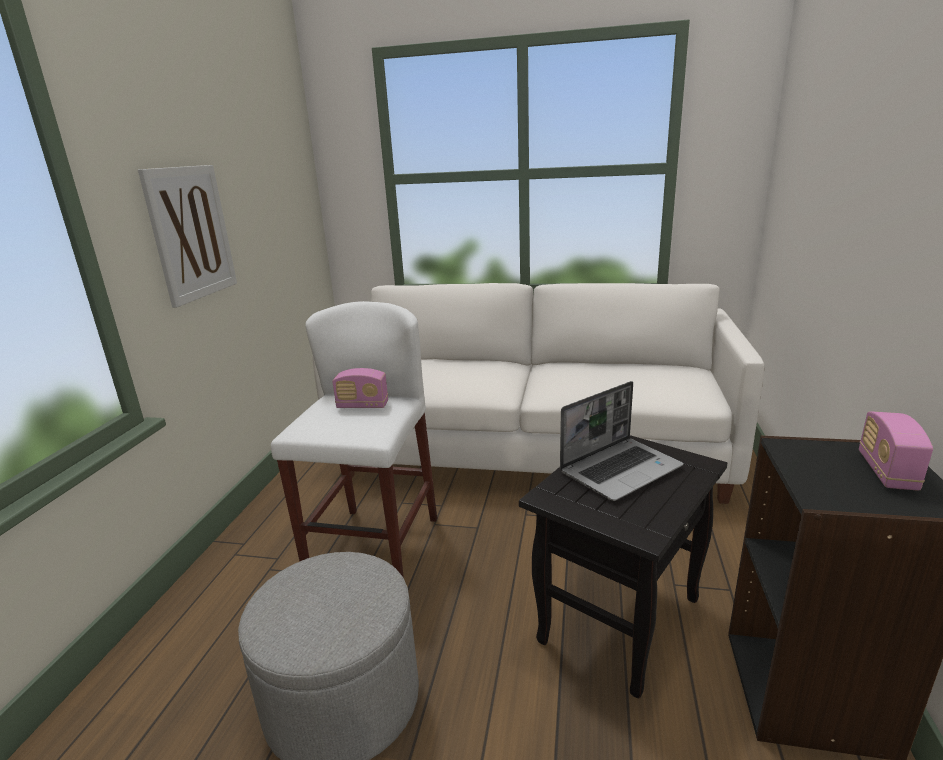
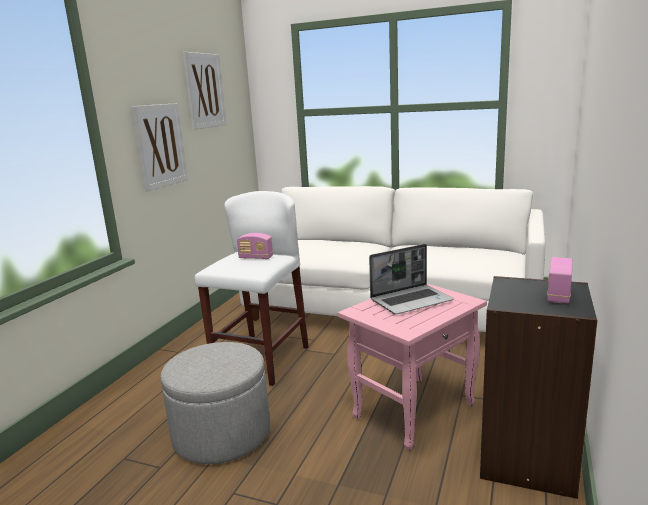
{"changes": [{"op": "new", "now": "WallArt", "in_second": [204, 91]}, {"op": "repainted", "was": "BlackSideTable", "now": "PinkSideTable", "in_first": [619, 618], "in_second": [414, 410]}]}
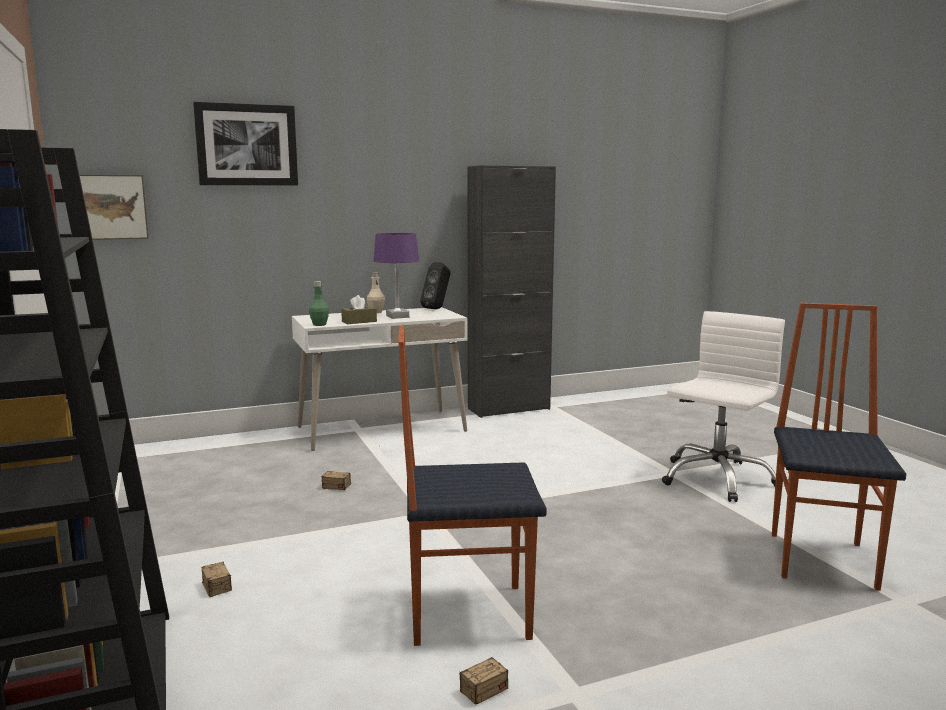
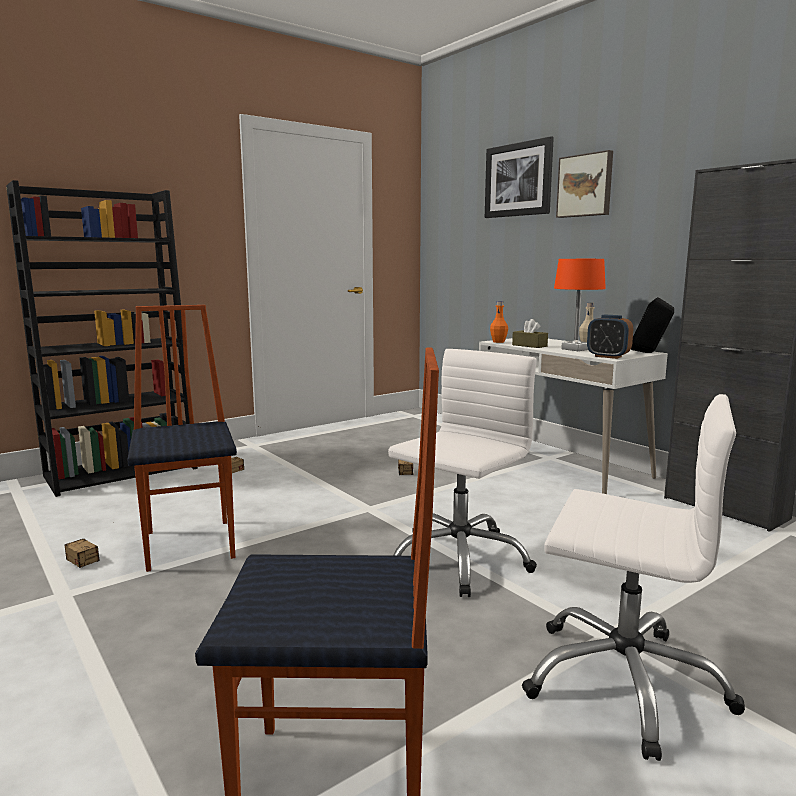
{"changes": [{"op": "new", "now": "WhitishDeskChair", "in_second": [459, 559]}, {"op": "repainted", "was": "GreenColouredBottle", "now": "OrangeBottle", "in_first": [319, 324], "in_second": [498, 342]}, {"op": "repainted", "was": "PurplishLampForATable", "now": "OrangeLampForATable", "in_first": [397, 316], "in_second": [575, 349]}, {"op": "shifted", "was": "WallArt", "in_first": [111, 207], "in_second": [585, 185]}, {"op": "new", "now": "BedsideClock", "in_second": [608, 356]}]}
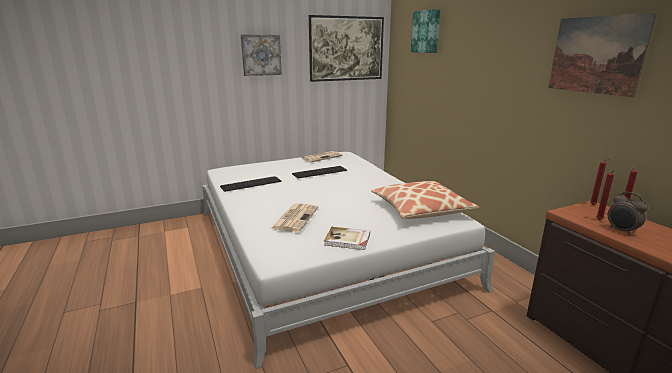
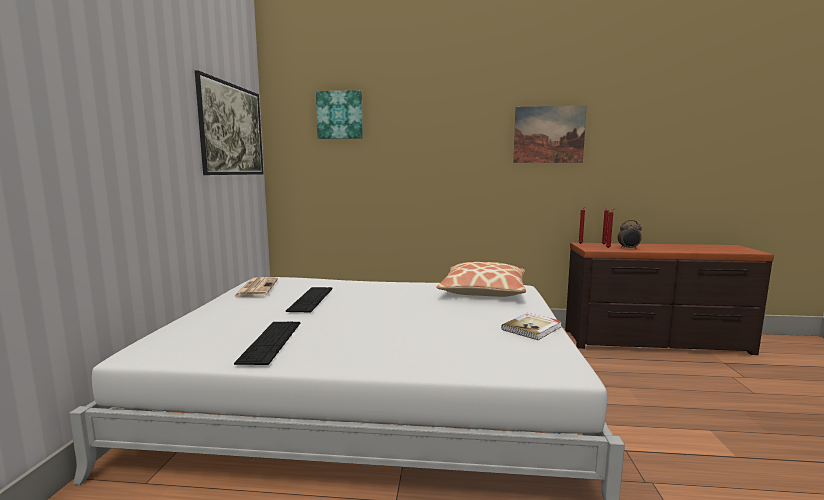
{"changes": [{"op": "gone", "was": "WallArt", "in_first": [261, 55]}, {"op": "gone", "was": "DailyPaper", "in_first": [295, 217]}]}
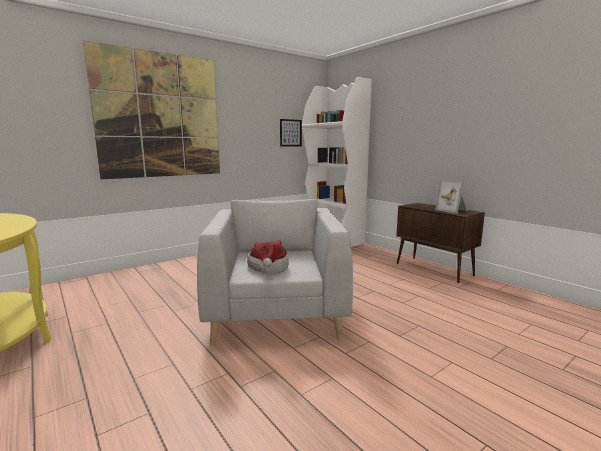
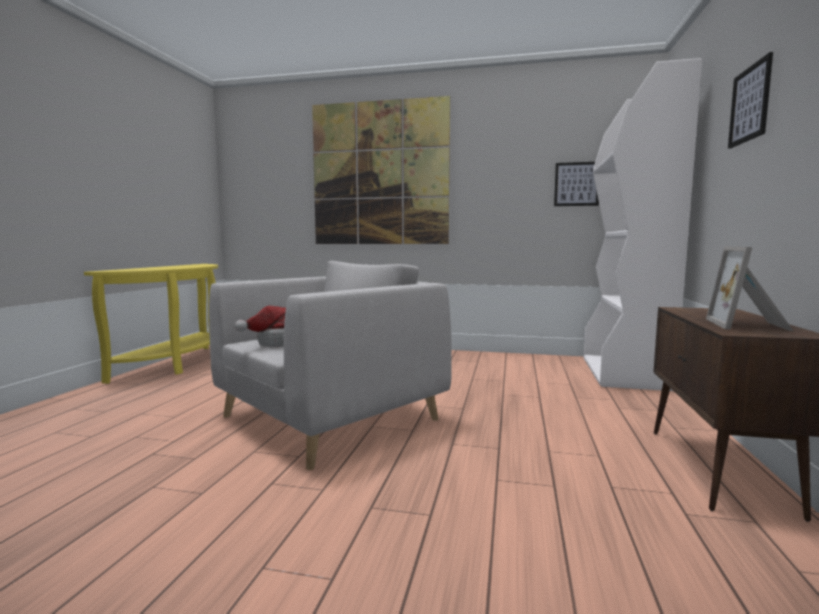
{"changes": [{"op": "new", "now": "WallArt", "in_second": [750, 104]}]}
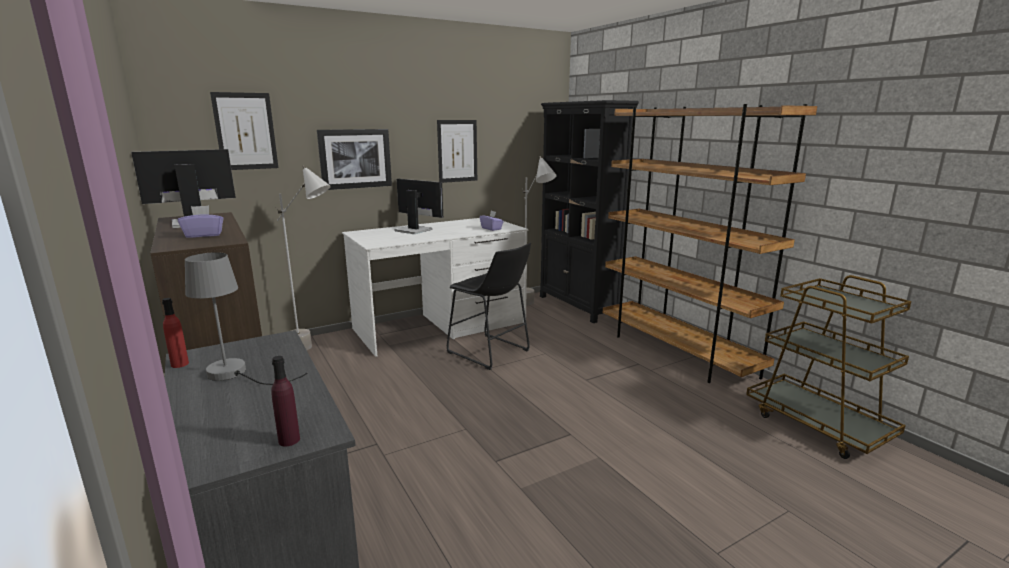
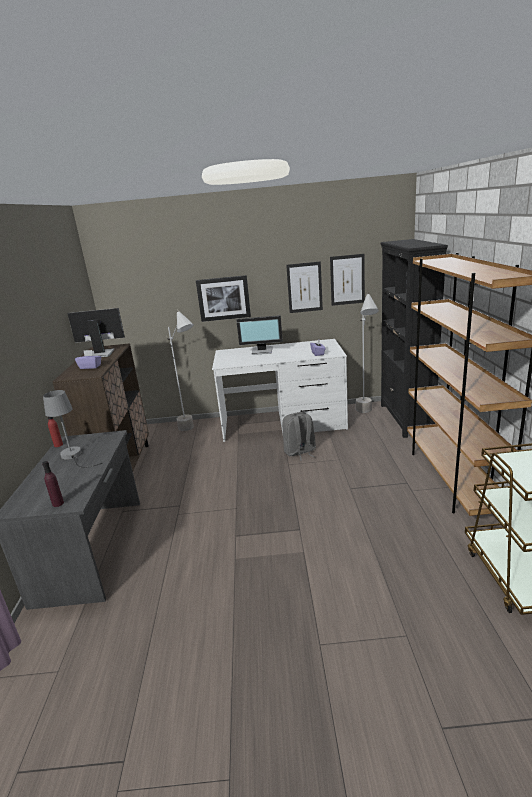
{"changes": [{"op": "rotated", "was": "ComputerDisplay", "in_first": [414, 230], "in_second": [262, 351], "clockwise": 120}, {"op": "swapped", "was": "BlackSittingStool", "now": "GrayRucksack", "in_first": [491, 353], "in_second": [300, 452]}, {"op": "shifted", "was": "WallArt", "in_first": [245, 131], "in_second": [347, 280]}]}
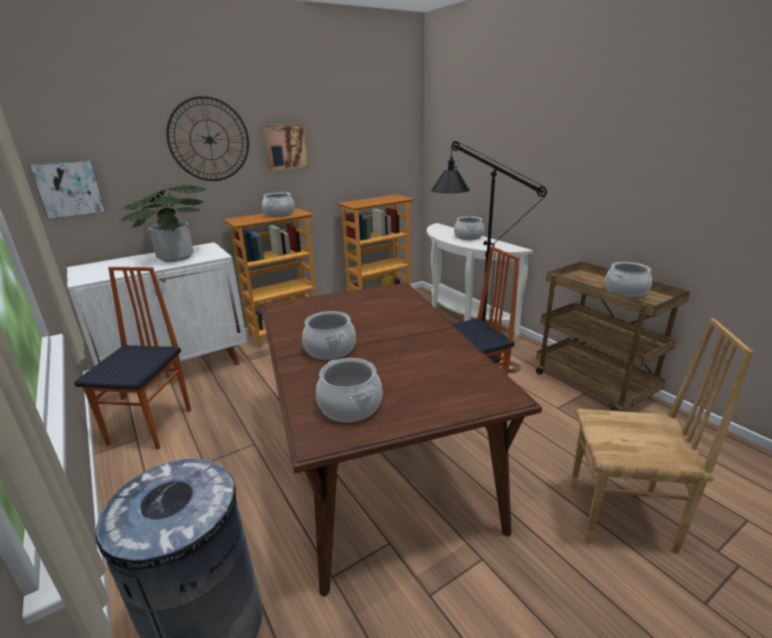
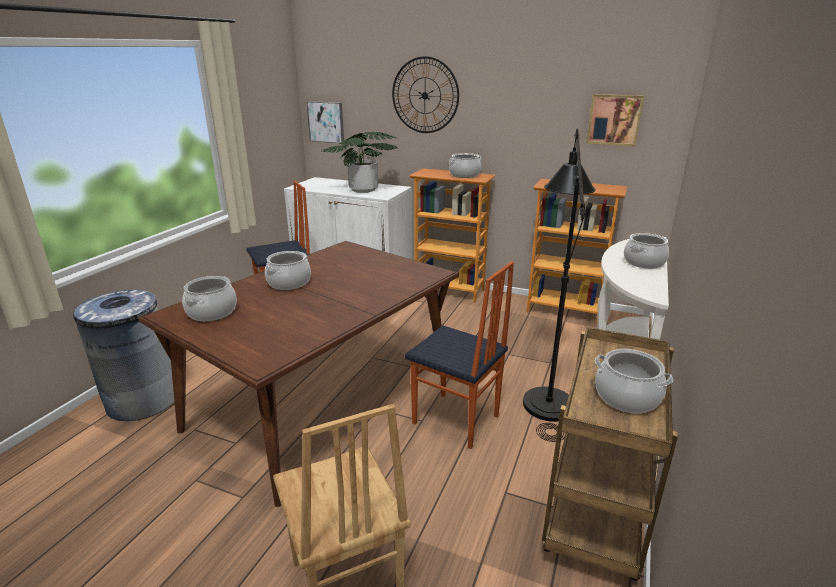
{"changes": [{"op": "shifted", "was": "WallArt", "in_first": [285, 147], "in_second": [614, 119]}]}
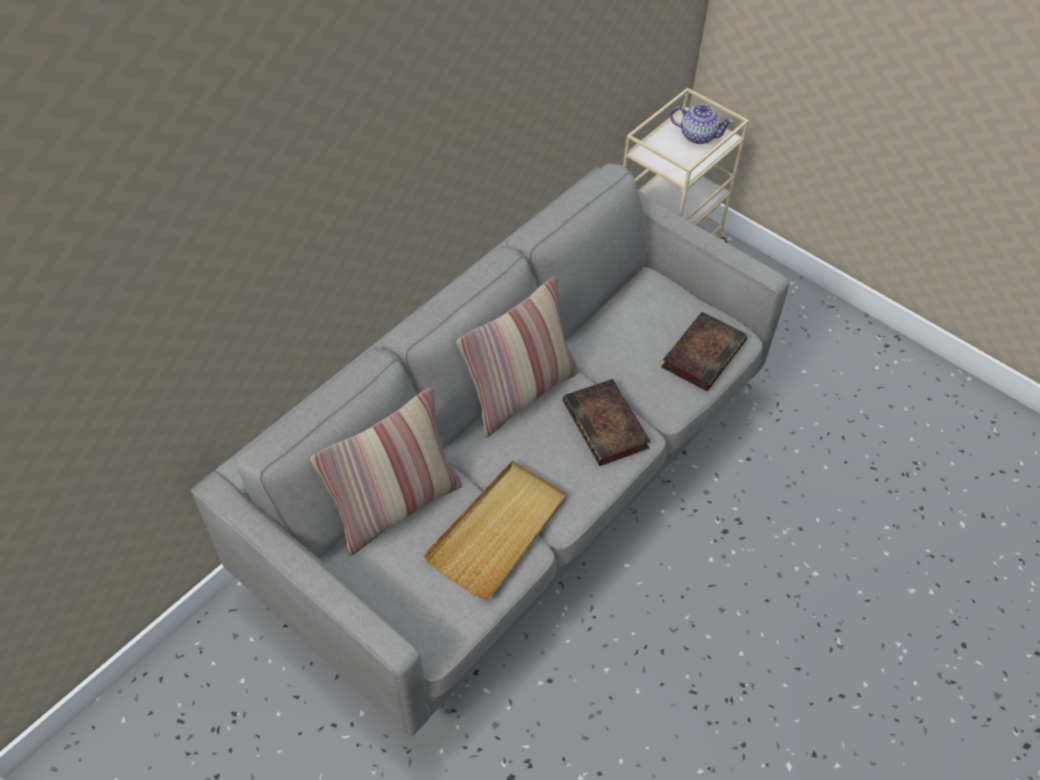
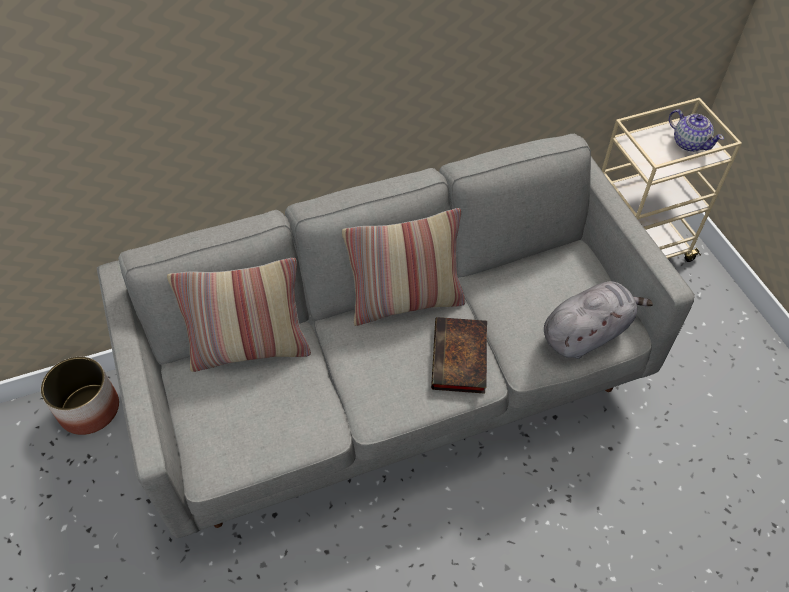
{"changes": [{"op": "new", "now": "PlantPot", "in_second": [90, 409]}, {"op": "swapped", "was": "Book", "now": "GrayPlushToy", "in_first": [703, 353], "in_second": [587, 333]}, {"op": "gone", "was": "BeigeTray", "in_first": [499, 531]}]}
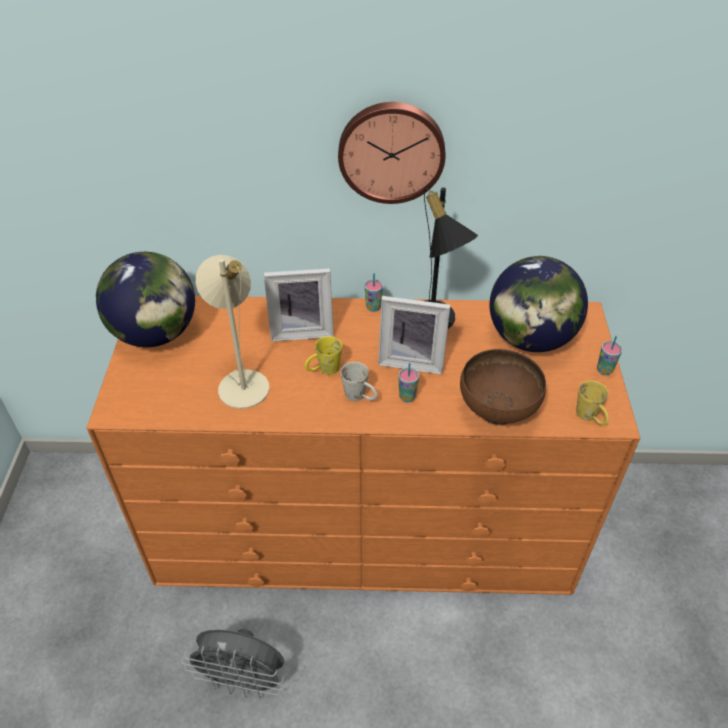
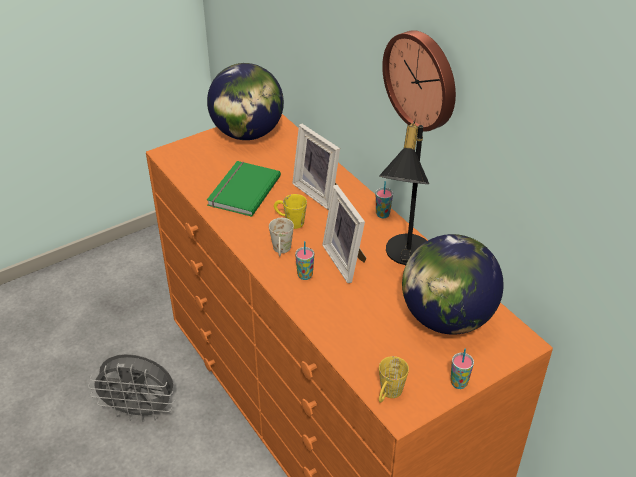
{"changes": [{"op": "rotated", "was": "GrayFan", "in_first": [243, 680], "in_second": [140, 411], "clockwise": -60}, {"op": "swapped", "was": "BeigeLampForATable", "now": "GreenColouredBook", "in_first": [242, 381], "in_second": [242, 190]}, {"op": "gone", "was": "BrownDeepDish", "in_first": [496, 412]}]}
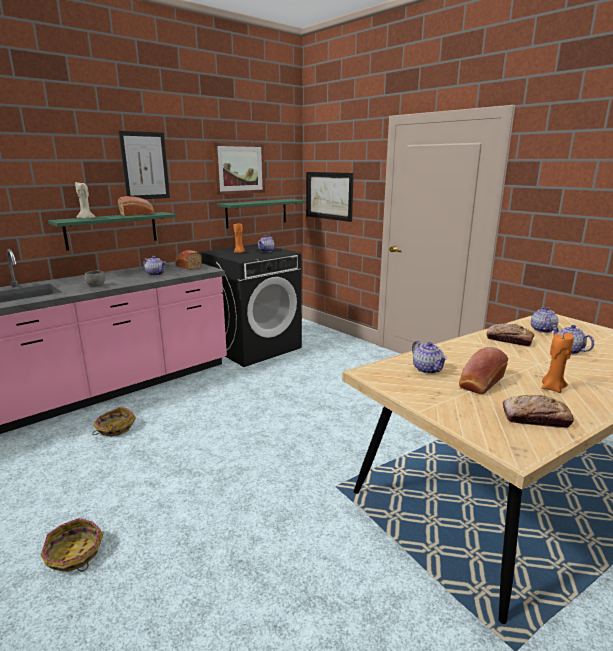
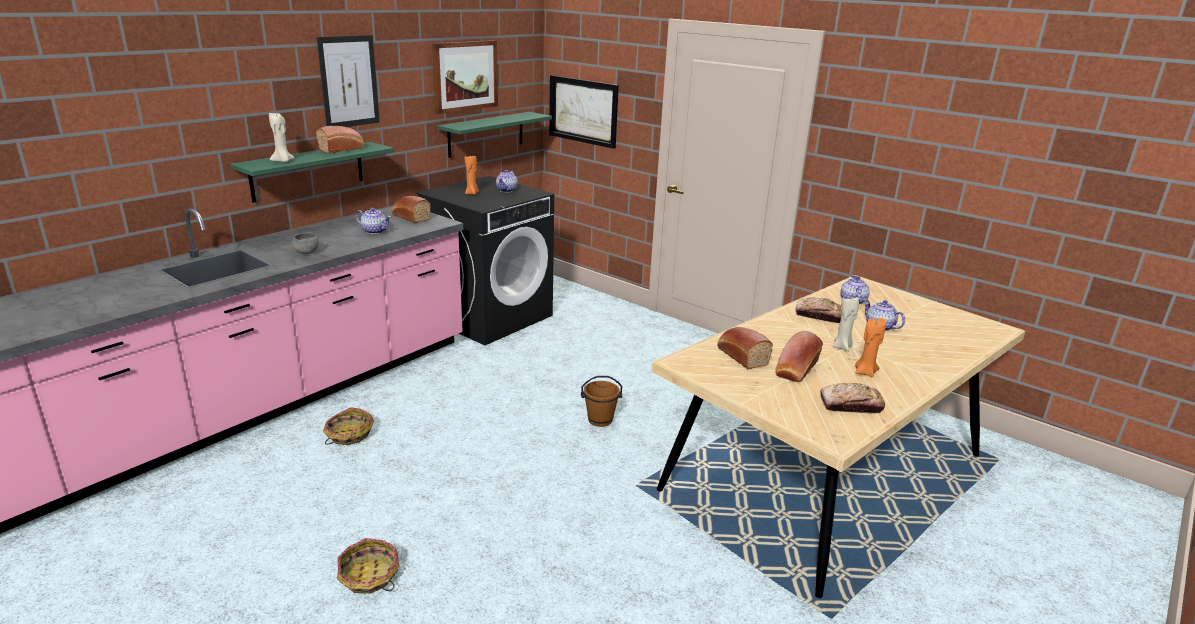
{"changes": [{"op": "new", "now": "BrownBucket", "in_second": [600, 420]}, {"op": "swapped", "was": "TeaPot", "now": "BakedBread", "in_first": [428, 369], "in_second": [740, 356]}, {"op": "new", "now": "BeigeWaxLight", "in_second": [842, 347]}]}
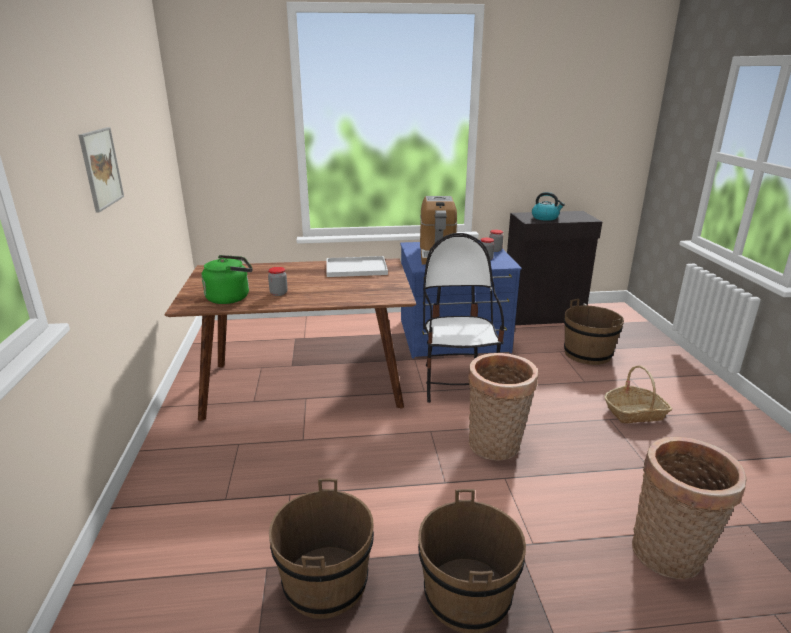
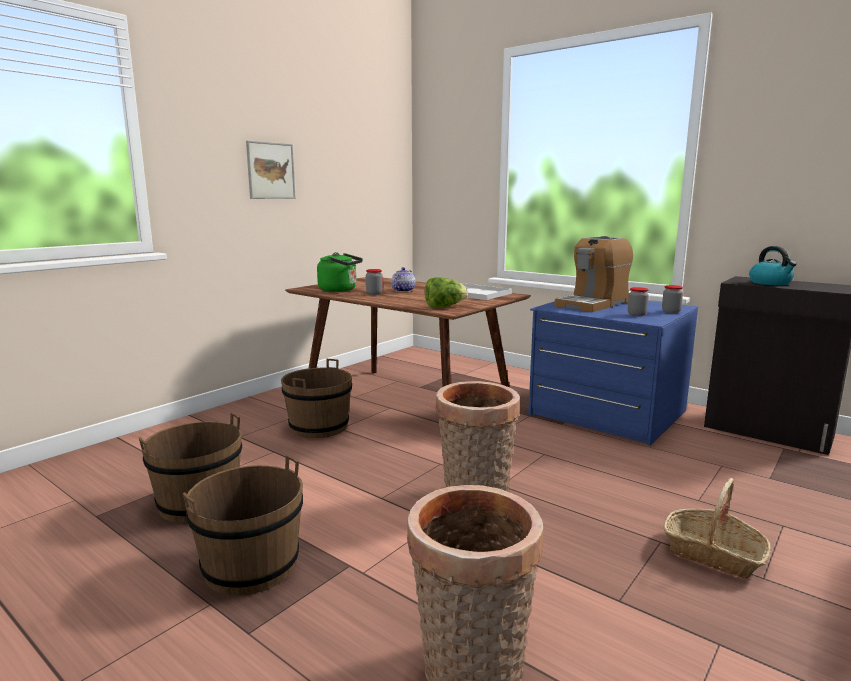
{"changes": [{"op": "shifted", "was": "BrownBucket", "in_first": [587, 354], "in_second": [319, 427]}, {"op": "new", "now": "TeaPot", "in_second": [403, 290]}, {"op": "new", "now": "HeadOfLettuce", "in_second": [444, 307]}, {"op": "gone", "was": "PlainChair", "in_first": [457, 383]}]}
